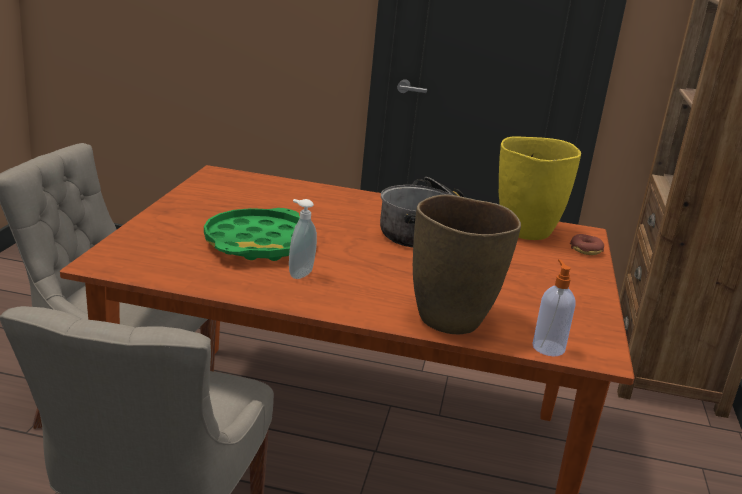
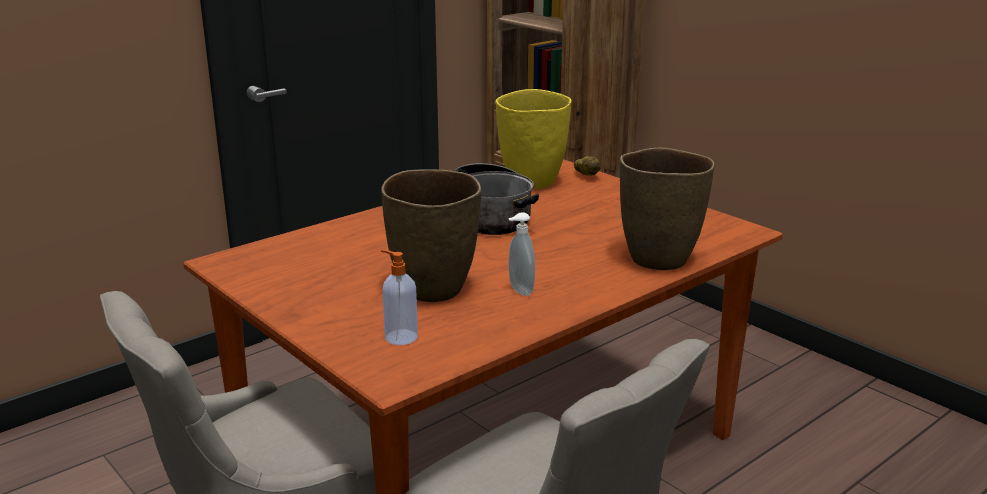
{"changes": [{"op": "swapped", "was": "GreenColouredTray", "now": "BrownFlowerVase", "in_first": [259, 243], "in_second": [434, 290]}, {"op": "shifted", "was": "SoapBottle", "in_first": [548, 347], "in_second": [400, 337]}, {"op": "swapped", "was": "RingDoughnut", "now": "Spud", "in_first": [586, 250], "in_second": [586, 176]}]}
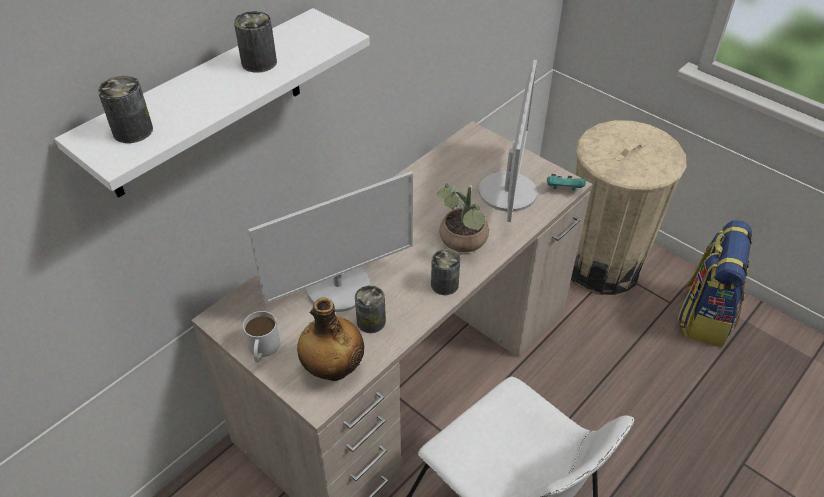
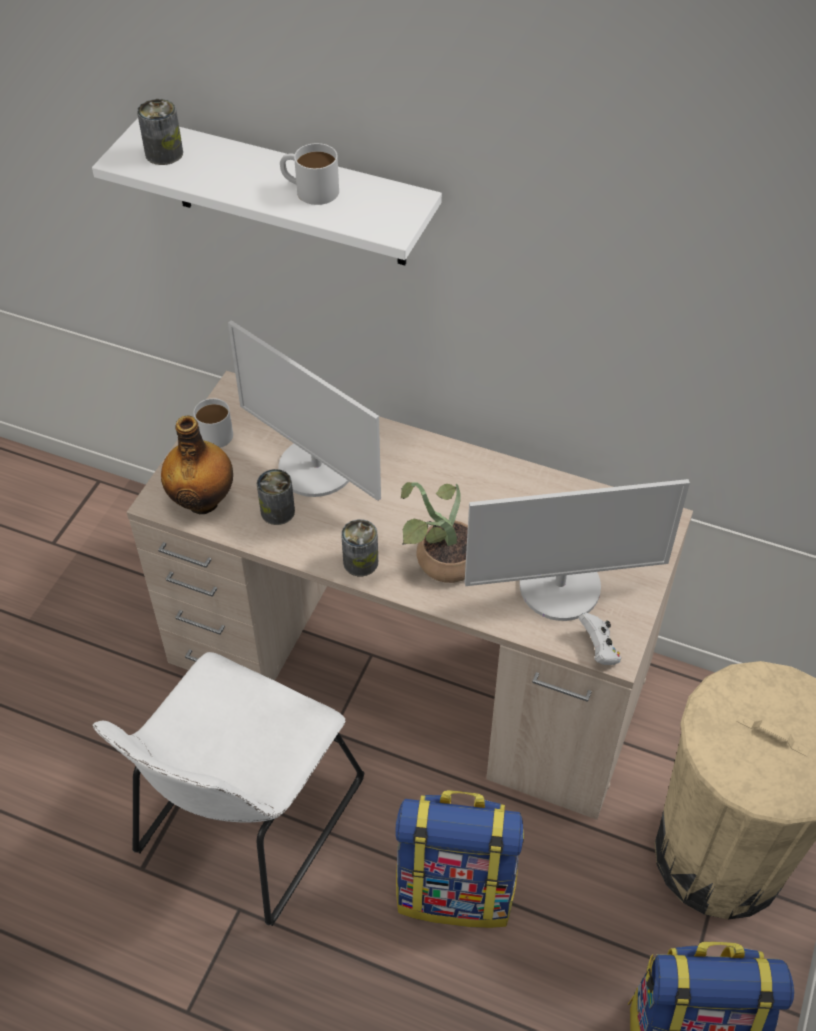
{"changes": [{"op": "swapped", "was": "SealedCan", "now": "WhitishTeaMug", "in_first": [259, 62], "in_second": [309, 189]}, {"op": "new", "now": "Rucksack", "in_second": [456, 888]}, {"op": "repainted", "was": "TurquoiseGamepad", "now": "WhitishGamepad", "in_first": [563, 190], "in_second": [599, 649]}]}
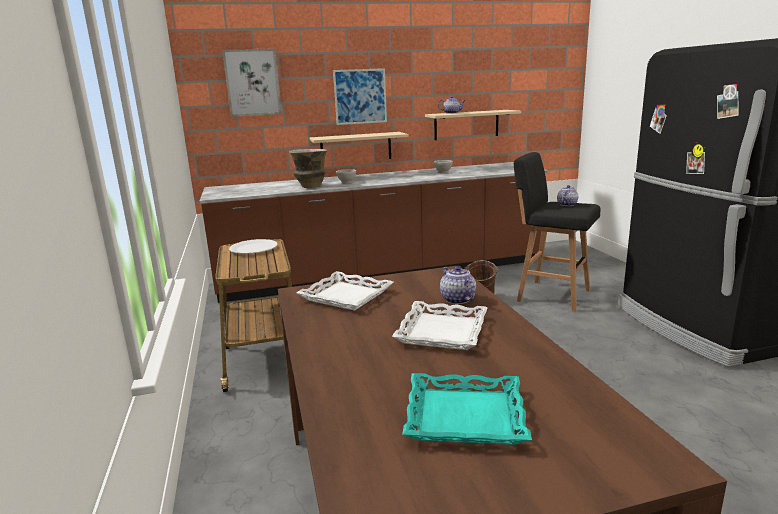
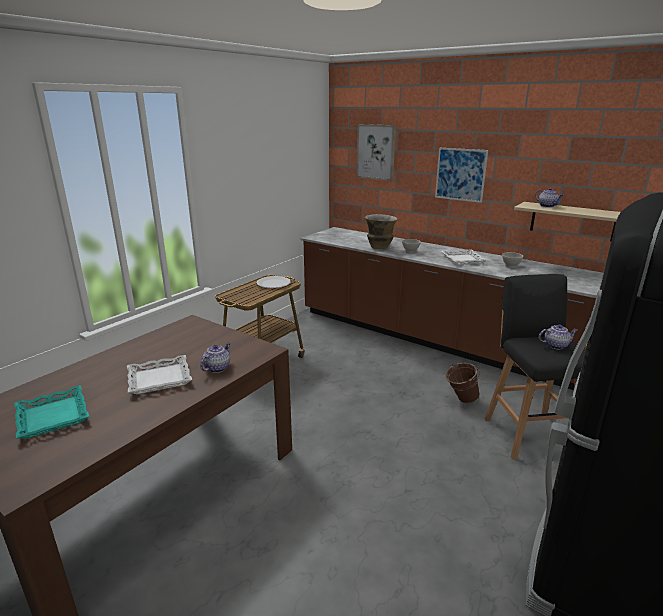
{"changes": [{"op": "shifted", "was": "WhitishTray", "in_first": [346, 296], "in_second": [463, 260]}, {"op": "gone", "was": "BeigeBracketShelf", "in_first": [356, 148]}]}
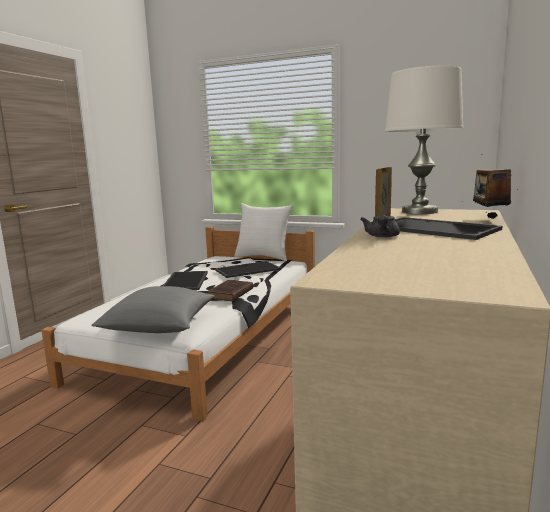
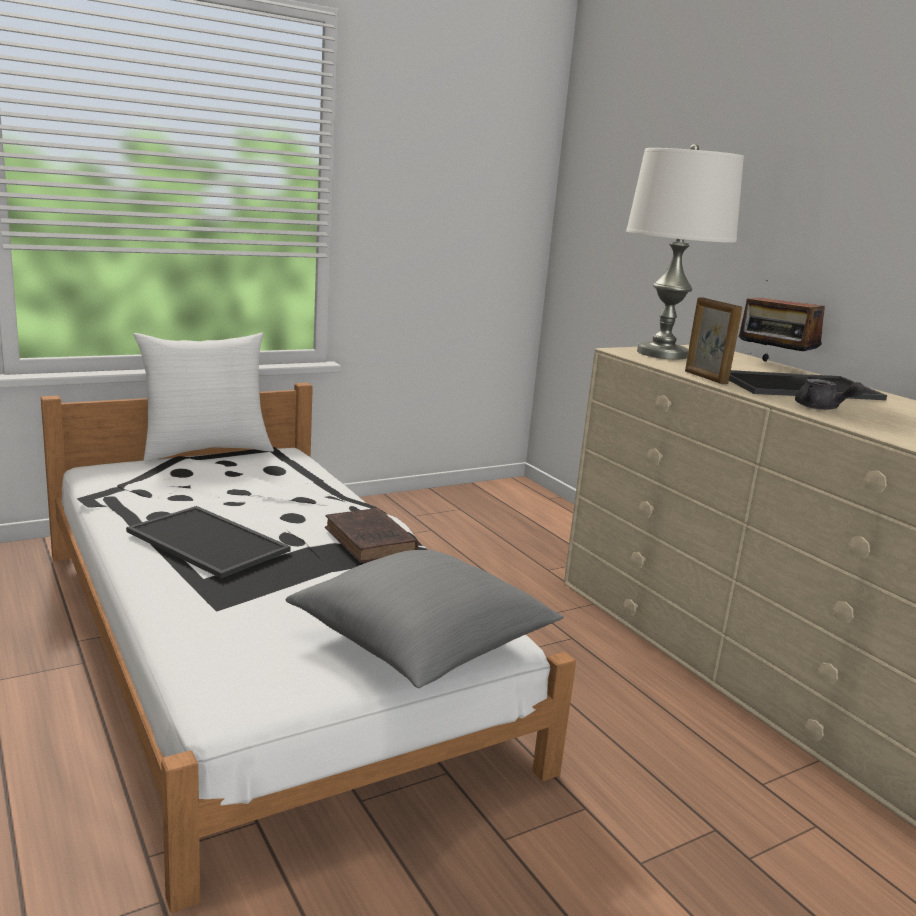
{"changes": [{"op": "gone", "was": "Tray", "in_first": [248, 269]}]}
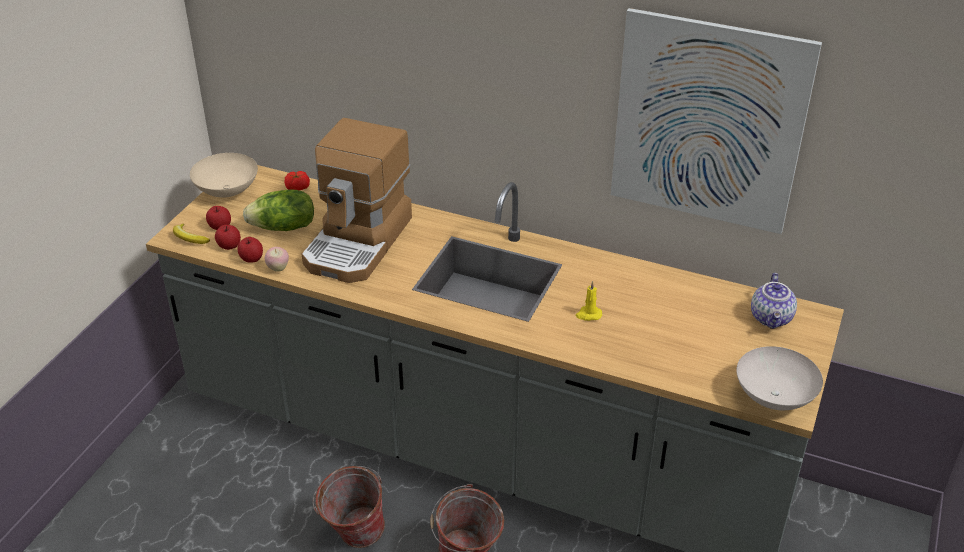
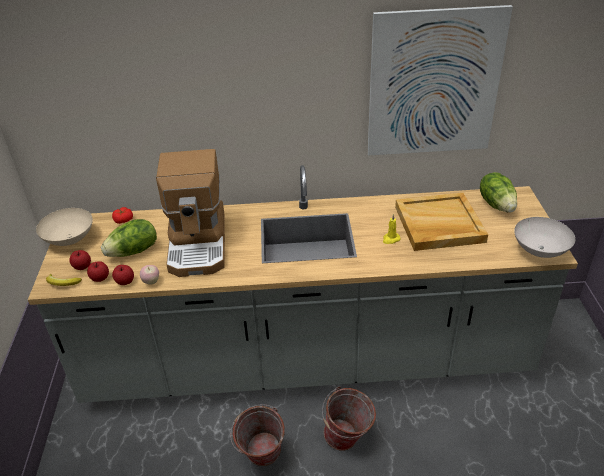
{"changes": [{"op": "new", "now": "BeigeTray", "in_second": [438, 225]}, {"op": "swapped", "was": "TeaPot", "now": "HeadOfLettuce", "in_first": [772, 318], "in_second": [497, 204]}]}
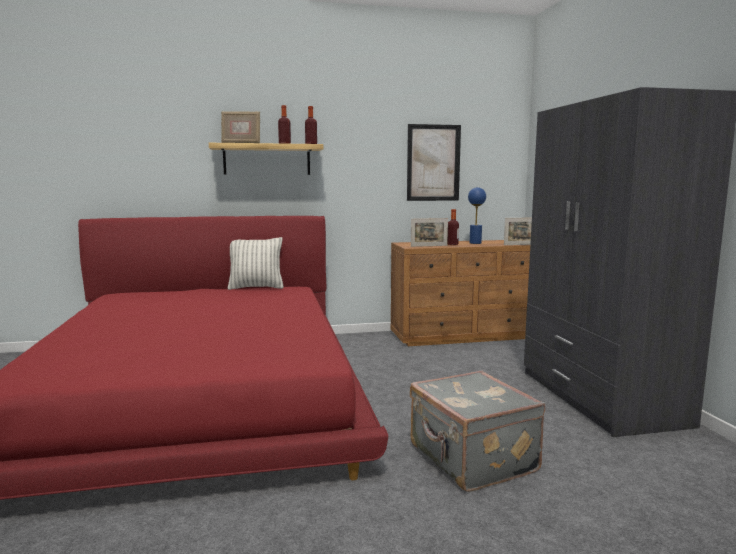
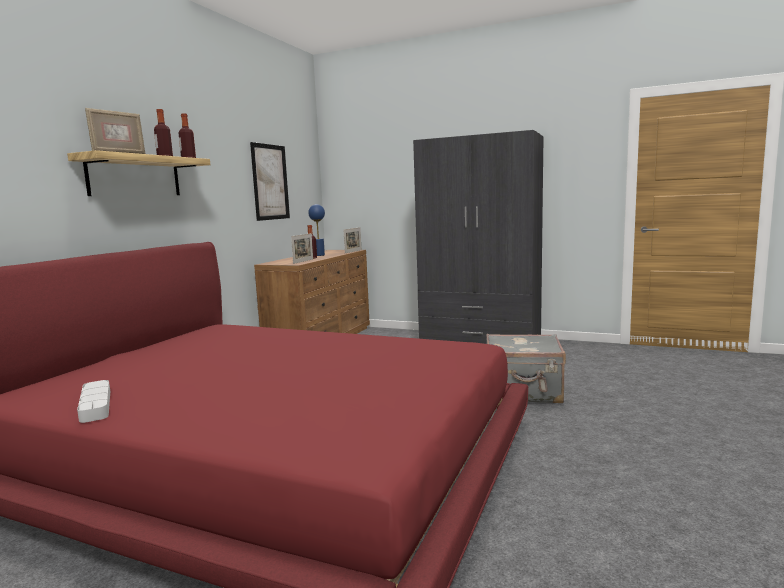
{"changes": [{"op": "new", "now": "GrayTray", "in_second": [95, 405]}, {"op": "gone", "was": "Cushion", "in_first": [256, 287]}]}
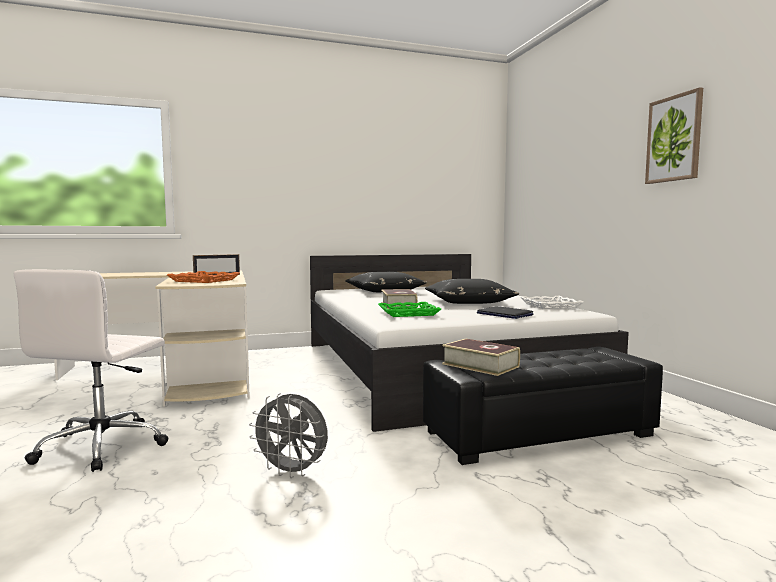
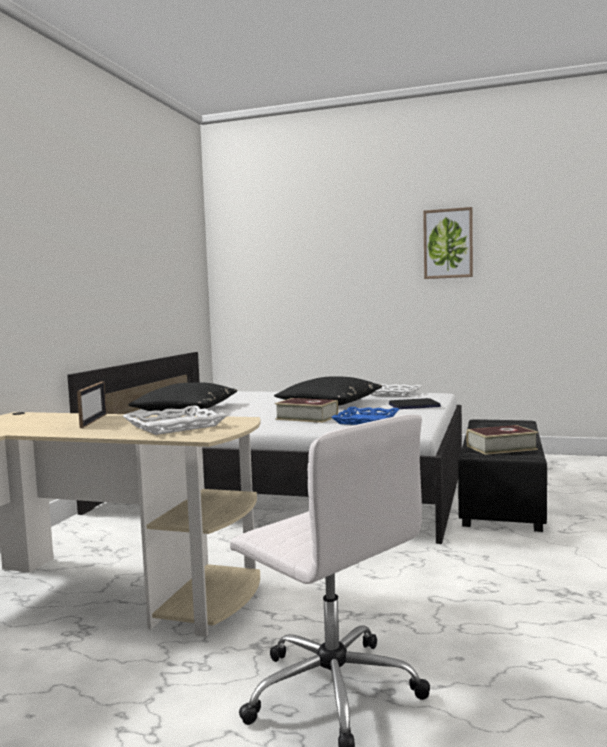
{"changes": [{"op": "repainted", "was": "OrangeTray", "now": "WhitishTray", "in_first": [204, 280], "in_second": [175, 426]}, {"op": "repainted", "was": "GreenColouredTray", "now": "BlueTray", "in_first": [408, 313], "in_second": [365, 420]}, {"op": "gone", "was": "GrayFan", "in_first": [292, 472]}]}
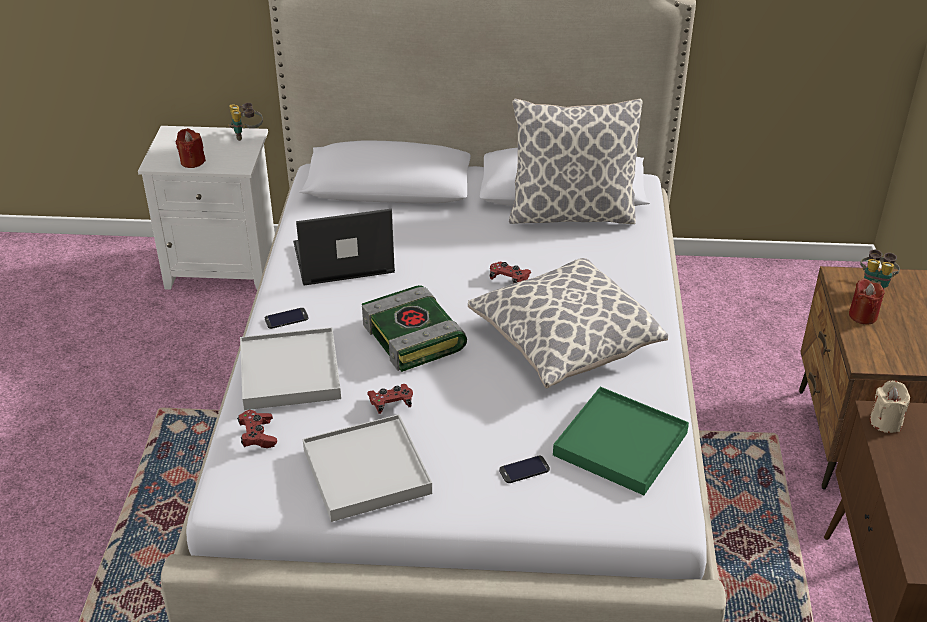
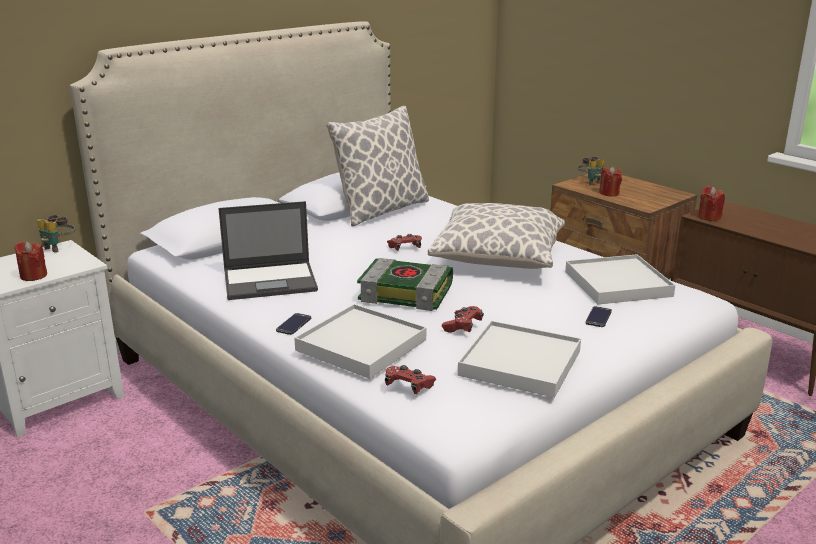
{"changes": [{"op": "rotated", "was": "Laptop", "in_first": [342, 258], "in_second": [271, 281], "clockwise": -135}, {"op": "repainted", "was": "GreenColouredTray", "now": "WhitishTray", "in_first": [620, 444], "in_second": [617, 284]}, {"op": "repainted", "was": "BeigeWaxLight", "now": "RedColouredWaxLight", "in_first": [885, 422], "in_second": [709, 217]}]}
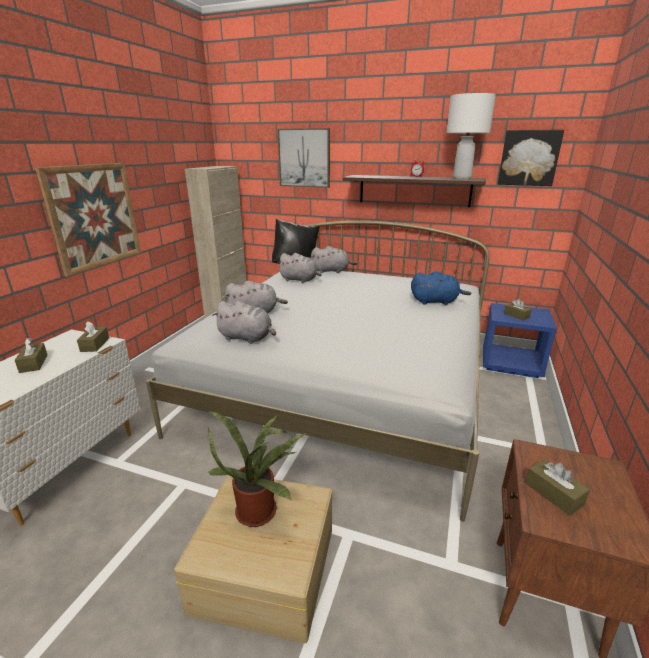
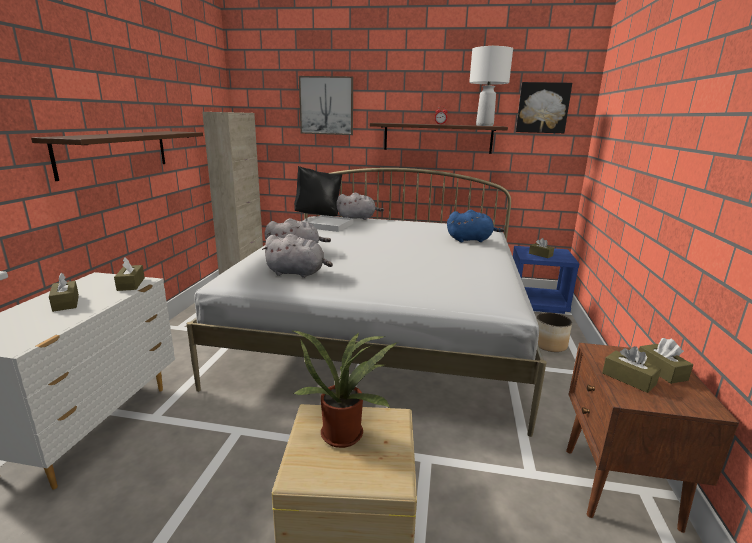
{"changes": [{"op": "swapped", "was": "WallArt", "now": "BracketShelf", "in_first": [94, 216], "in_second": [115, 152]}, {"op": "swapped", "was": "GrayPlushToy", "now": "WhitishTray", "in_first": [300, 280], "in_second": [329, 225]}, {"op": "new", "now": "PlantPot", "in_second": [550, 345]}, {"op": "new", "now": "BrownTissueBox", "in_second": [661, 370]}]}
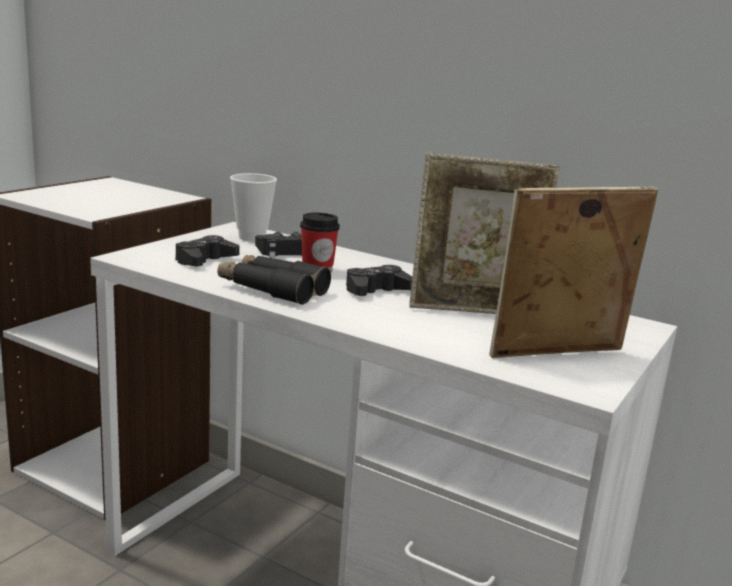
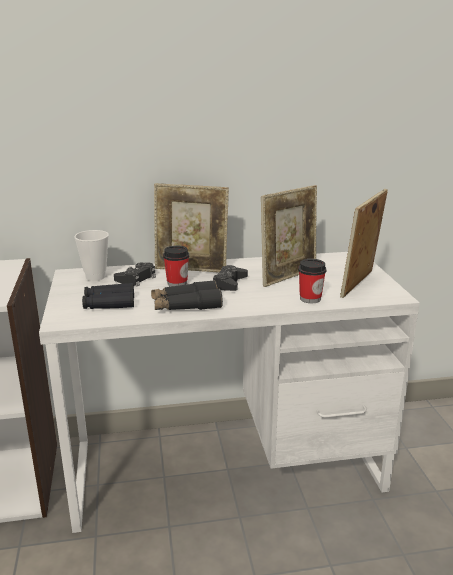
{"changes": [{"op": "swapped", "was": "BlackGamepad", "now": "BlackFieldGlasses", "in_first": [205, 260], "in_second": [109, 303]}, {"op": "new", "now": "StandingFrame", "in_second": [191, 269]}, {"op": "new", "now": "DrinkingCup", "in_second": [310, 298]}]}
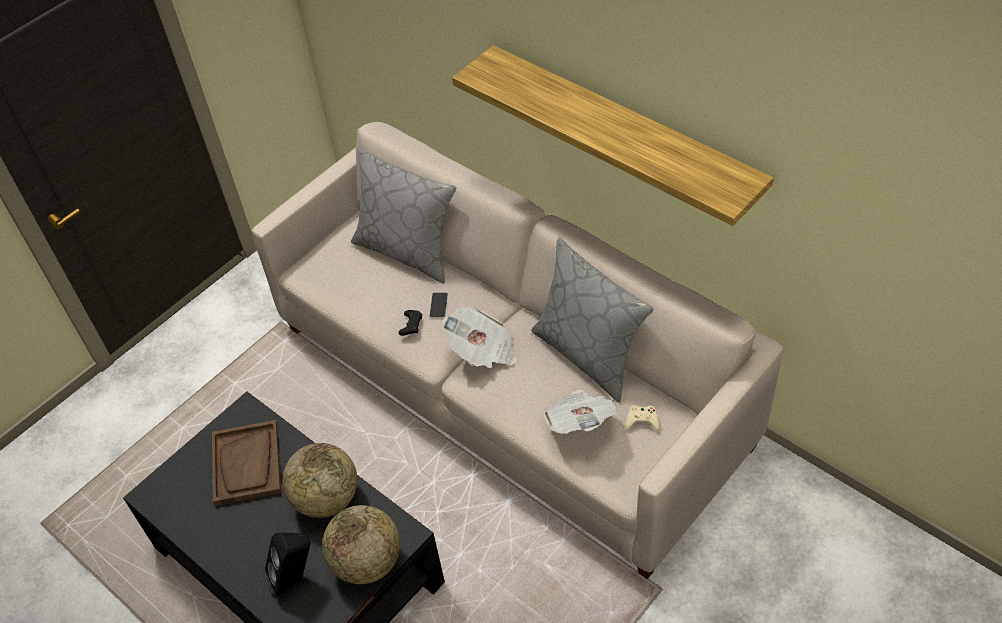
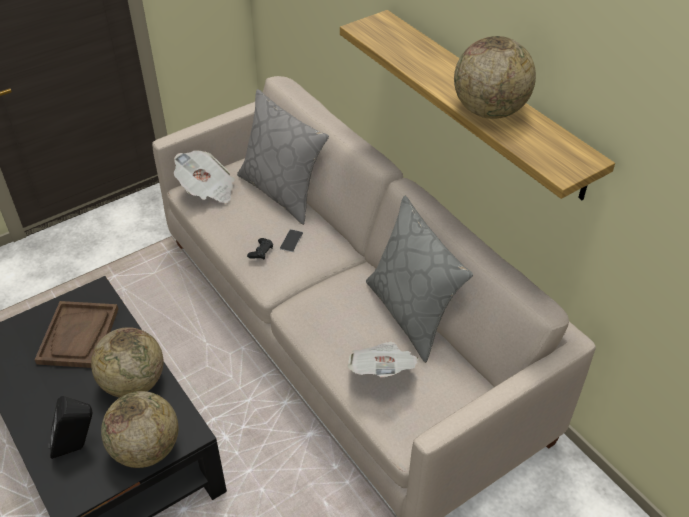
{"changes": [{"op": "shifted", "was": "DailyPaper", "in_first": [483, 351], "in_second": [207, 189]}, {"op": "new", "now": "DeskGlobe", "in_second": [489, 111]}, {"op": "gone", "was": "BeigeGamepad", "in_first": [642, 420]}]}
